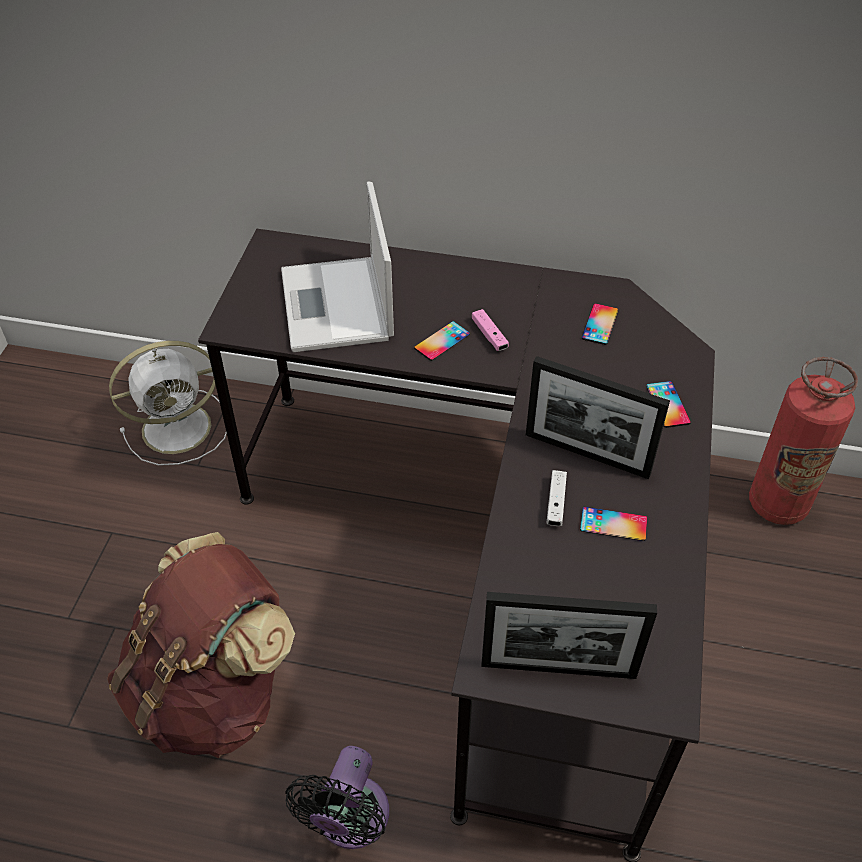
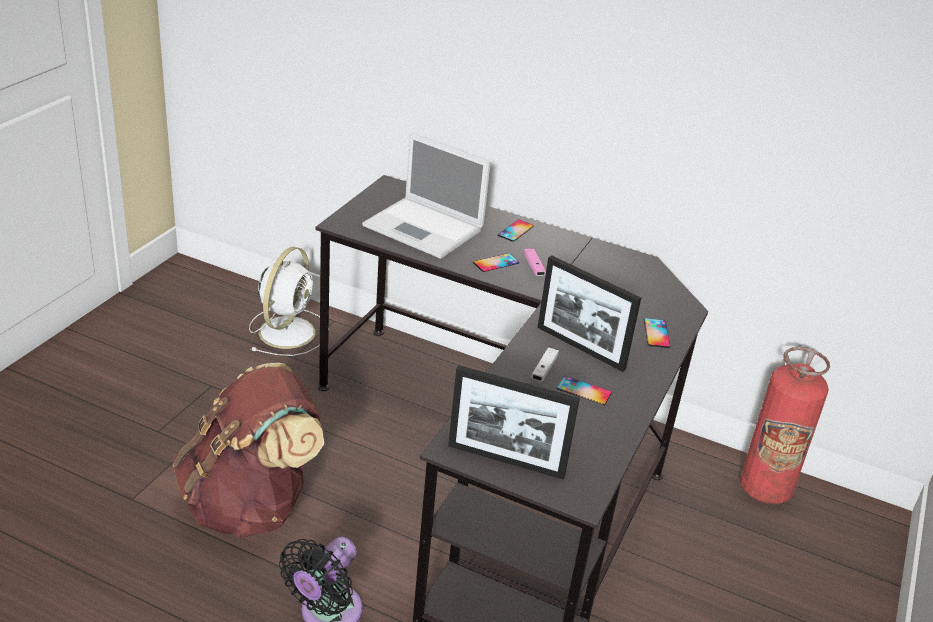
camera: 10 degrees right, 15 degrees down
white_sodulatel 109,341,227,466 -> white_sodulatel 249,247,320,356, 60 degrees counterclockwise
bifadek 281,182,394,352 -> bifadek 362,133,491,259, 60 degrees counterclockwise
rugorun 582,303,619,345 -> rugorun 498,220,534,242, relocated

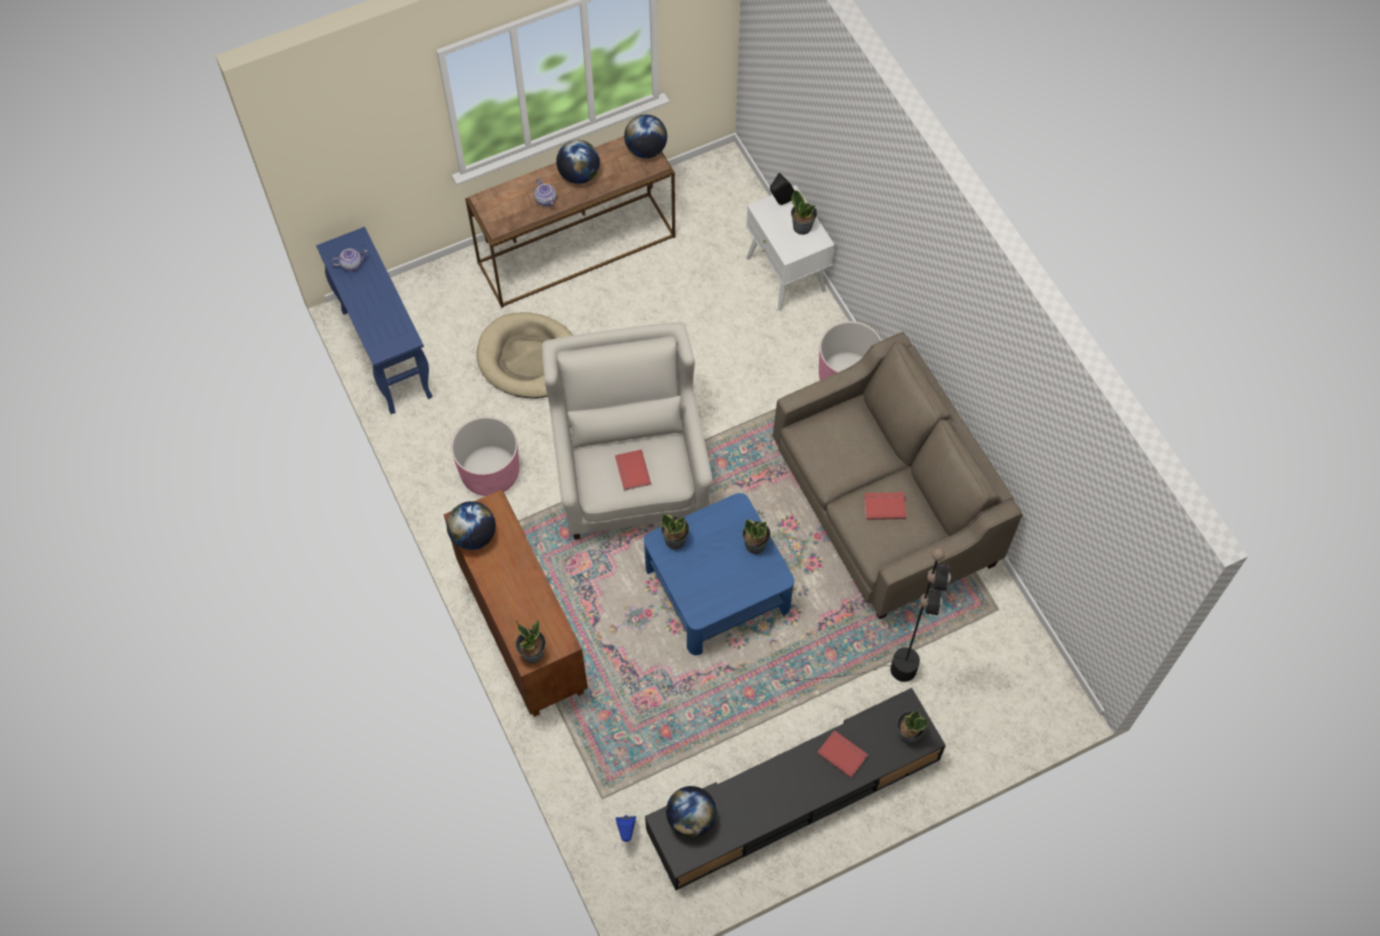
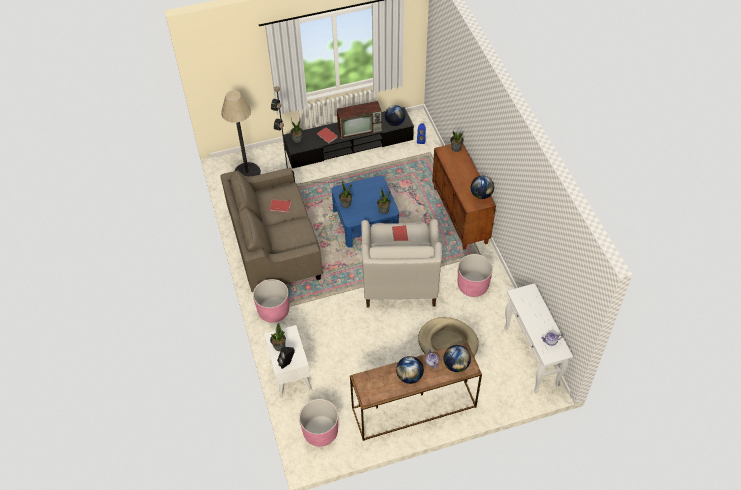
camera: 170 degrees left, 10 degrees down
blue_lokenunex 316,227,433,414 -> white_lokenunex 504,283,573,393
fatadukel 624,114,667,158 -> fatadukel 444,345,471,372, relocated
none -> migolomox 221,90,261,176
none -> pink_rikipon 299,399,338,447
none -> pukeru 337,101,382,139

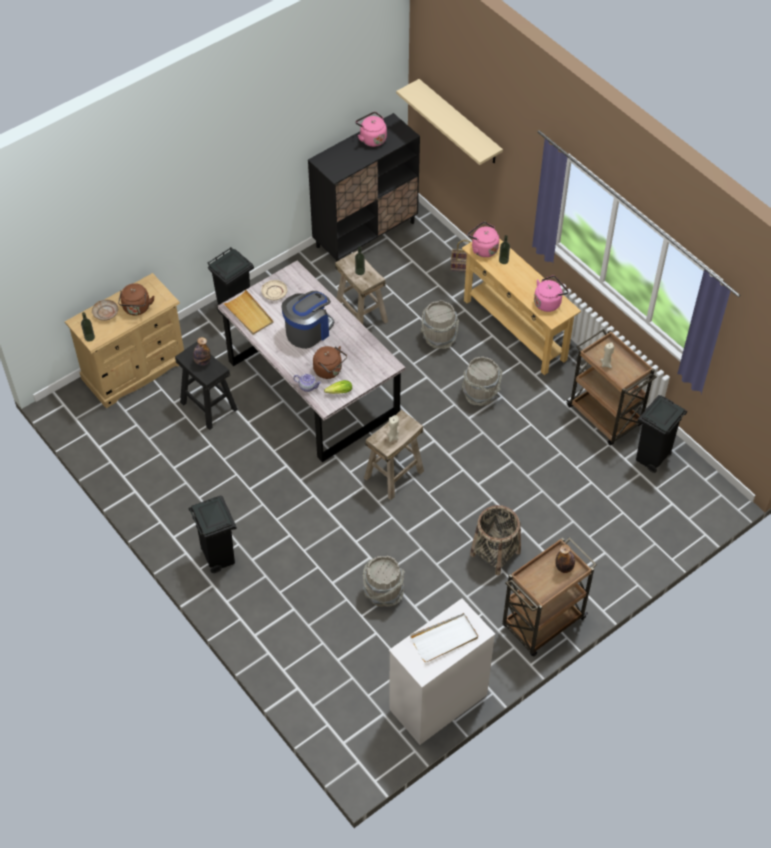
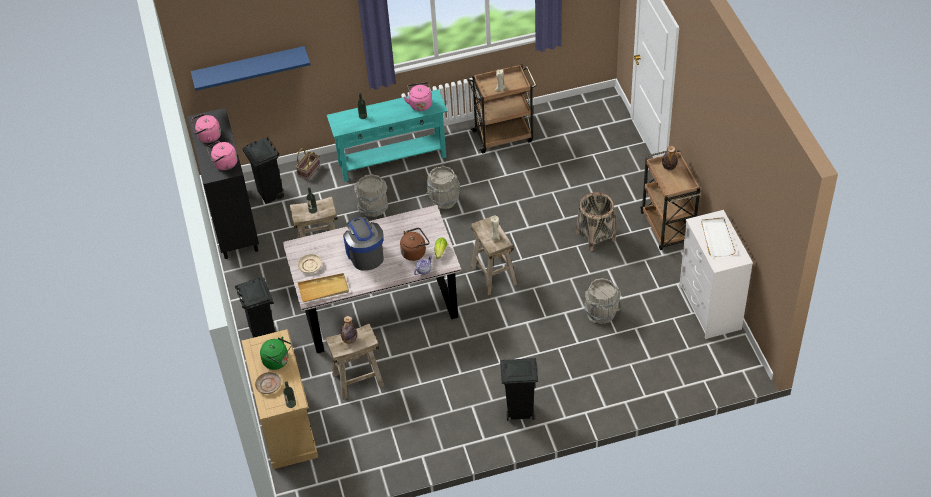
camera: 65 degrees left, 5 degrees down
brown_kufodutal 118,283,155,315 -> green_kufodutal 260,336,291,370
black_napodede 175,342,238,430 -> beige_napodede 325,323,384,400
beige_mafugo 396,79,503,165 -> blue_mafugo 191,46,310,91
beige_lokenunex 462,238,581,375 -> turquoise_lokenunex 327,89,447,182
pink_kufodutal 467,222,499,257 -> pink_kufodutal 207,141,237,170, relocated
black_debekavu 636,395,687,473 -> black_debekavu 243,137,284,204, relocated

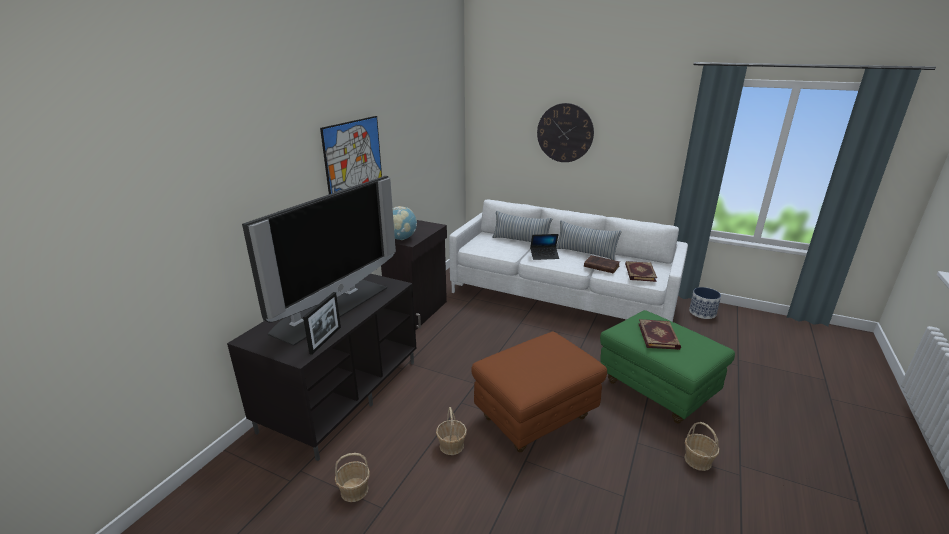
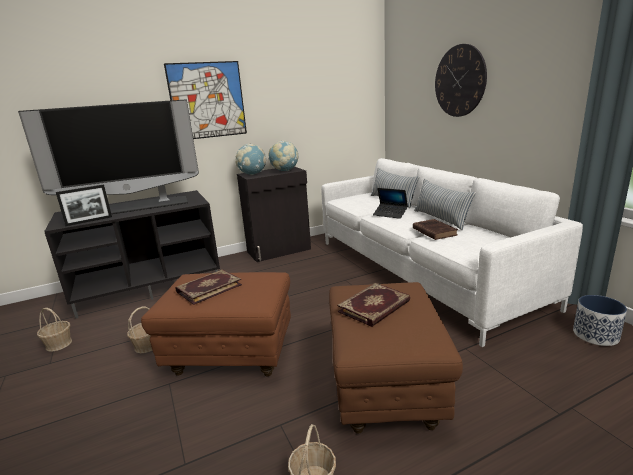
camera: 40 degrees right, 5 degrees down
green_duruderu 600,310,735,424 -> brown_duruderu 329,282,463,434
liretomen 625,261,657,282 -> liretomen 175,269,242,305, relocated
none -> fatadukel 269,140,298,171

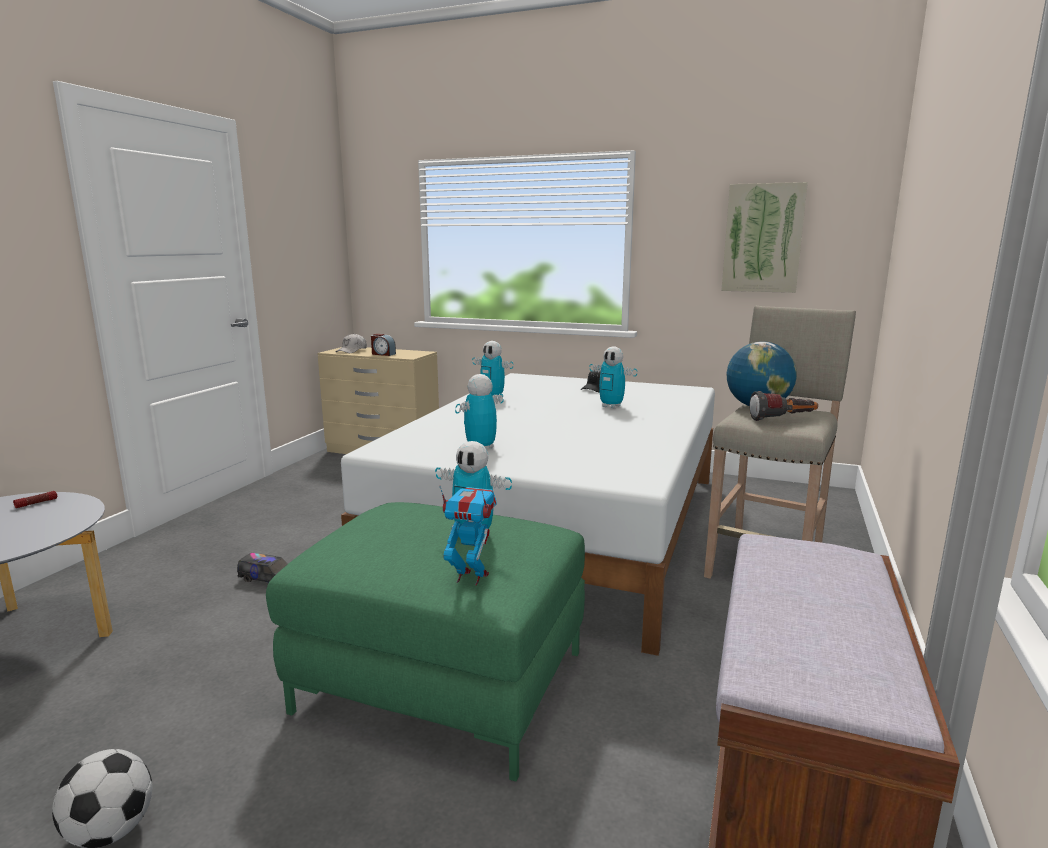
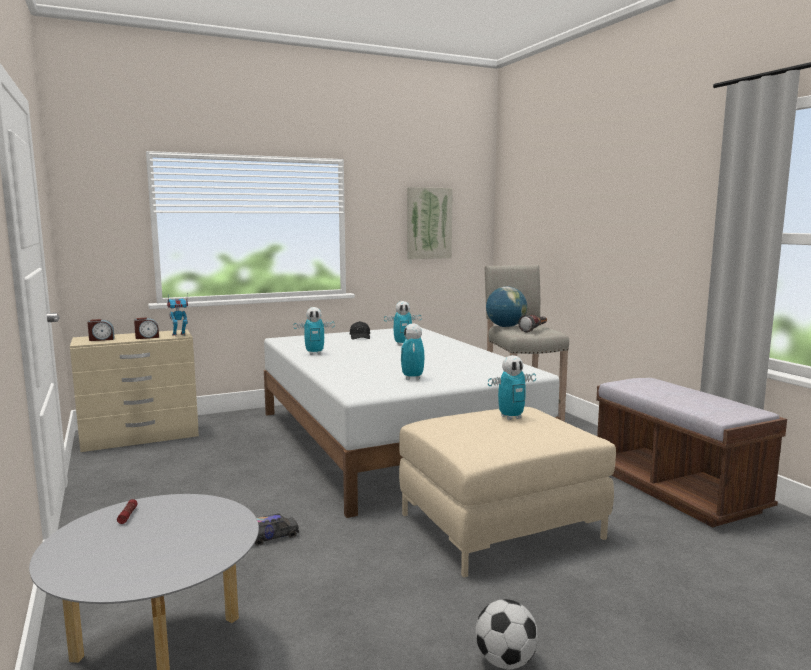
camera: 45 degrees left, 5 degrees down
green_duruderu 266,502,585,782 -> beige_duruderu 399,407,616,577
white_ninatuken 336,333,367,353 -> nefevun 87,319,115,341
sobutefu 439,486,497,585 -> sobutefu 167,298,188,336, relocated

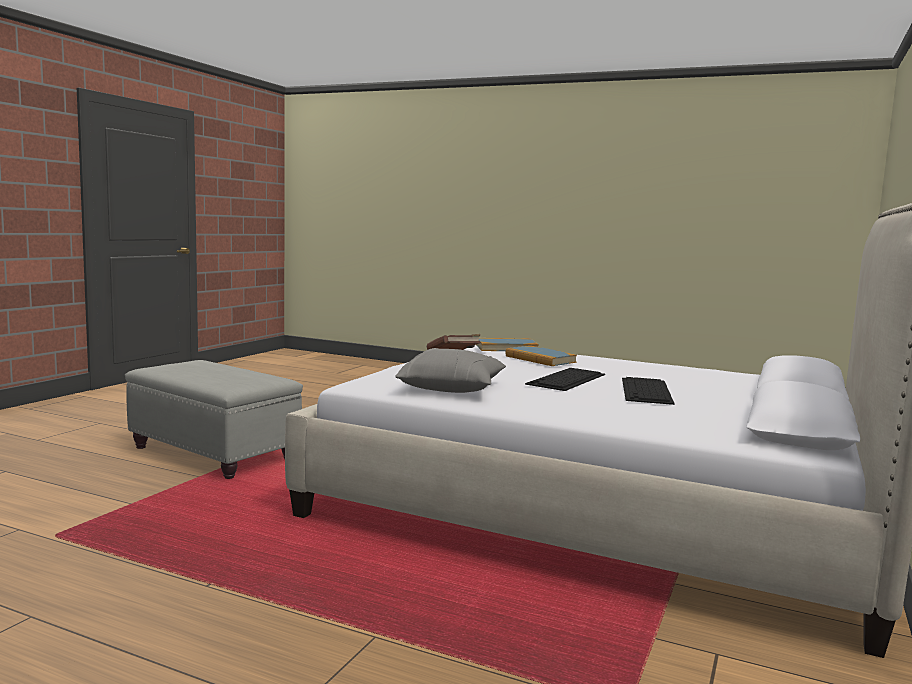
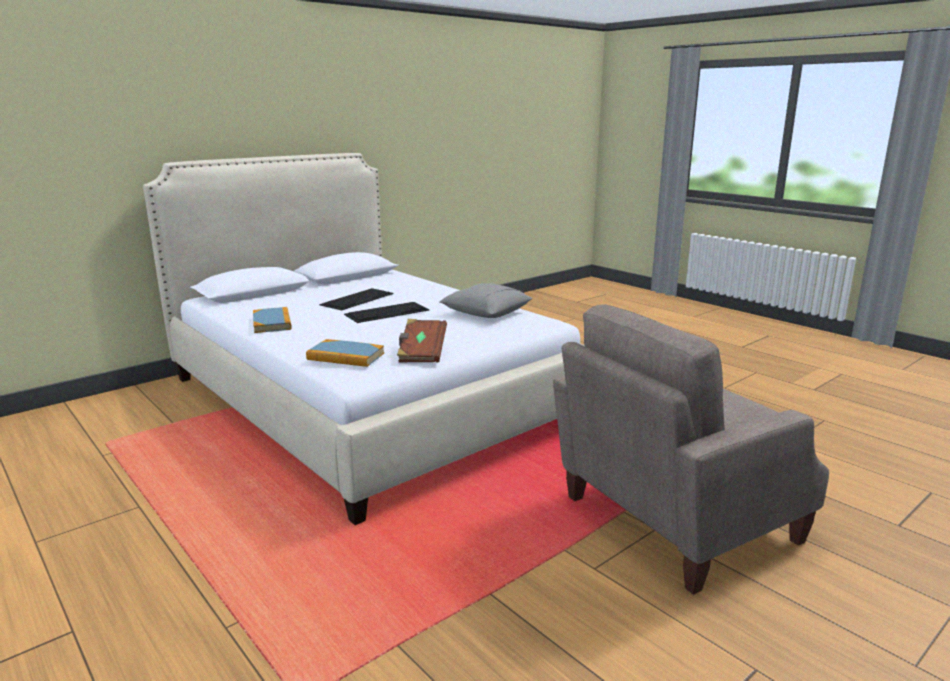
camera: 155 degrees left, 10 degrees up
grey_duruderu 125,360,303,479 -> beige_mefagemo 553,305,829,595
liretomen 506,346,577,366 -> liretomen 253,307,292,333, relocated

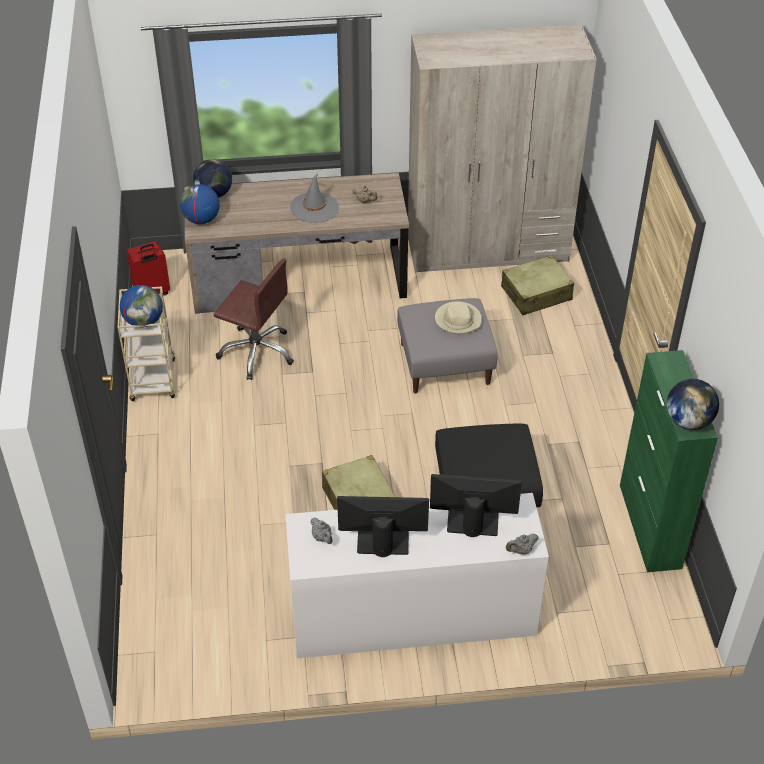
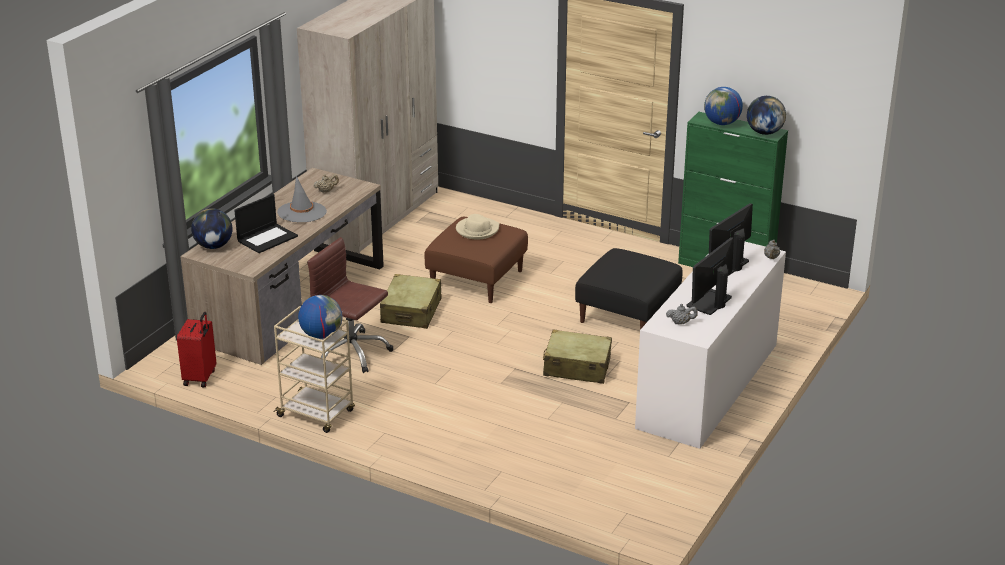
camera: 55 degrees left, 15 degrees down
fatadukel 180,184,220,224 -> fatadukel 704,87,743,125, relocated
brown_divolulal 213,258,294,380 -> brown_divolulal 307,237,393,373, 120 degrees counterclockwise
grey_duruderu 397,298,498,393 -> brown_duruderu 424,217,528,303
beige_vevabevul 501,255,574,315 -> beige_vevabevul 380,274,441,329, relocated
none -> bifadek 234,194,298,253

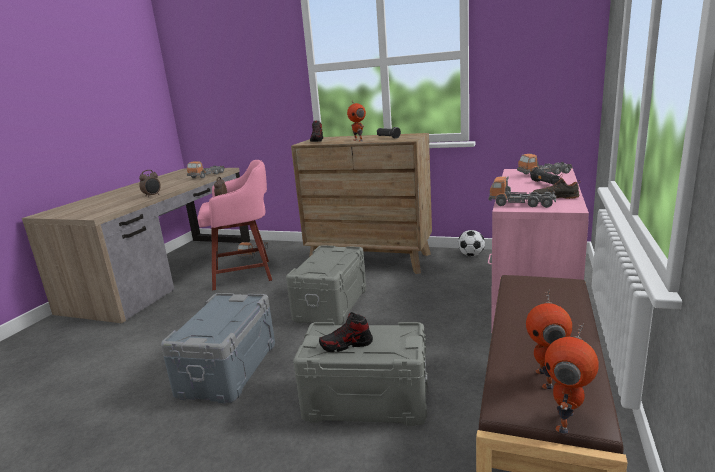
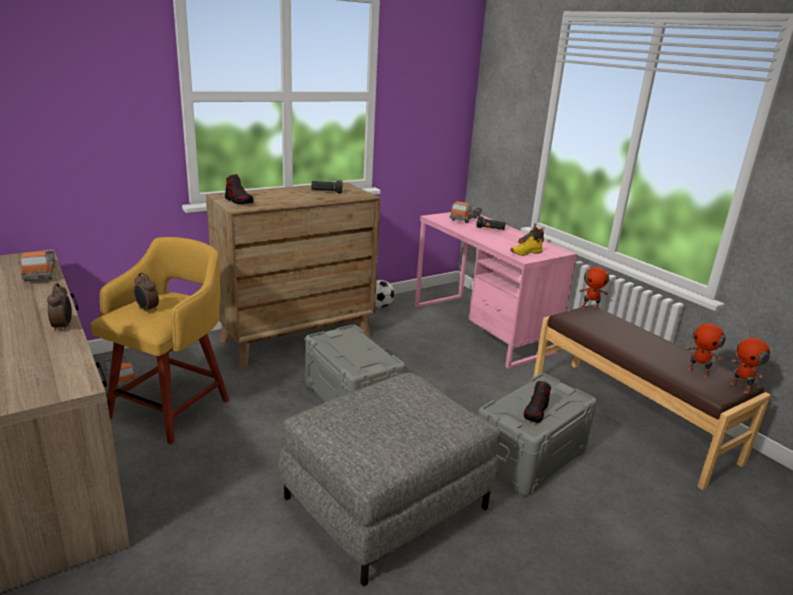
camera: 55 degrees left, 5 degrees up
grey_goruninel 161,293,275,403 -> grey_duruderu 278,373,501,587
pink_napodede 197,160,272,290 -> yellow_napodede 91,237,229,444
sobutefu 347,101,366,141 -> sobutefu 579,263,609,310, relocated
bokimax 488,177,556,208 -> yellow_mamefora 510,233,543,256

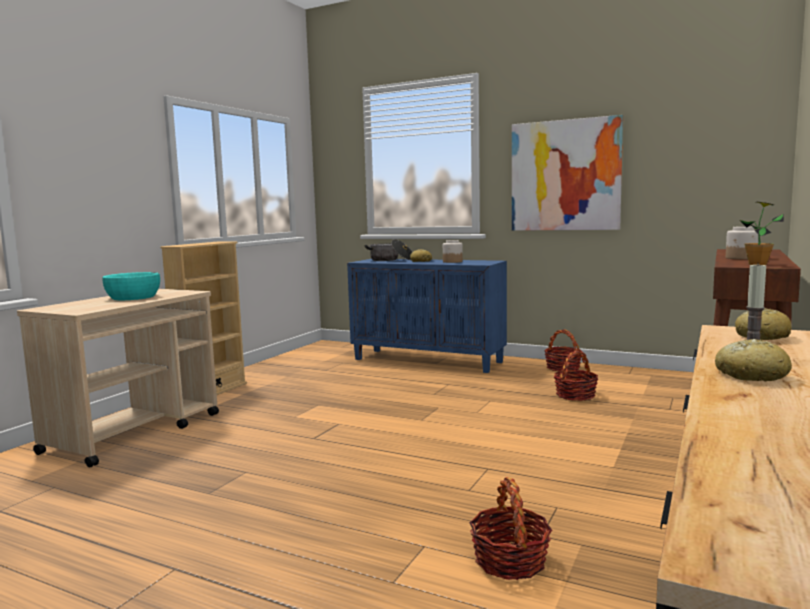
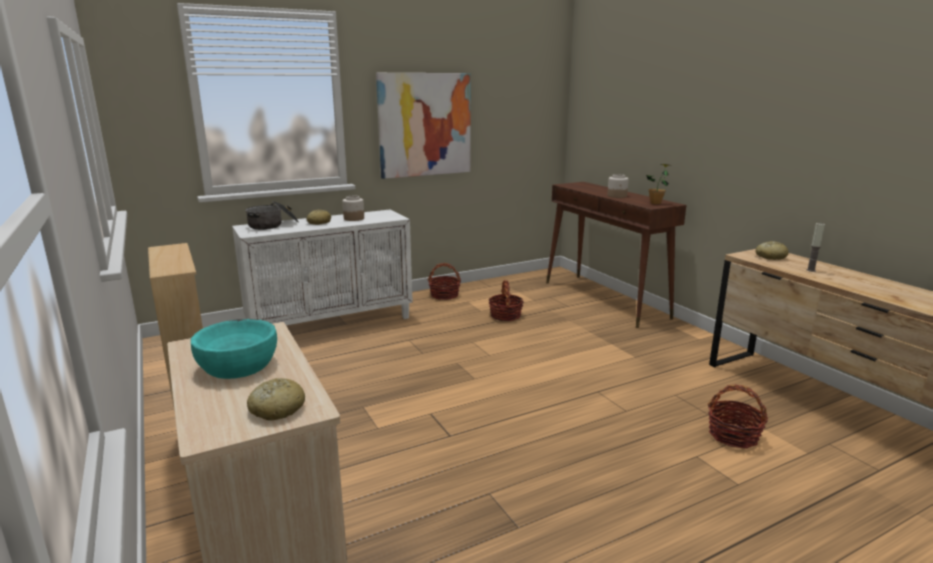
camera: 55 degrees left, 10 degrees up
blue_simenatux 347,259,507,373 -> white_simenatux 232,209,413,325
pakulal 715,339,792,381 -> pakulal 247,378,305,420, relocated

